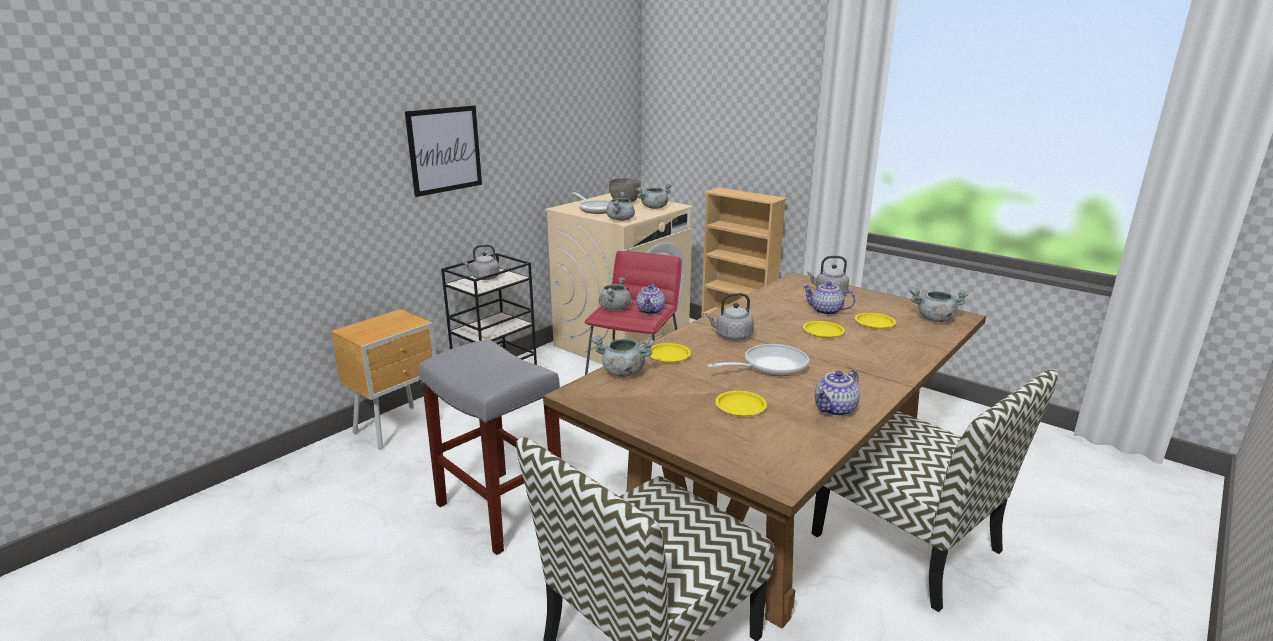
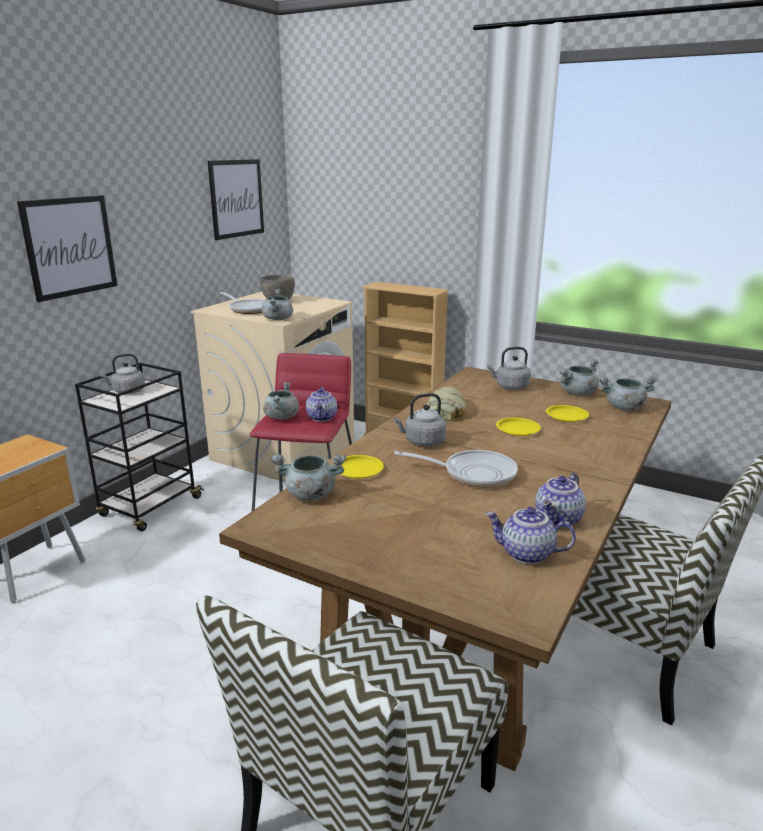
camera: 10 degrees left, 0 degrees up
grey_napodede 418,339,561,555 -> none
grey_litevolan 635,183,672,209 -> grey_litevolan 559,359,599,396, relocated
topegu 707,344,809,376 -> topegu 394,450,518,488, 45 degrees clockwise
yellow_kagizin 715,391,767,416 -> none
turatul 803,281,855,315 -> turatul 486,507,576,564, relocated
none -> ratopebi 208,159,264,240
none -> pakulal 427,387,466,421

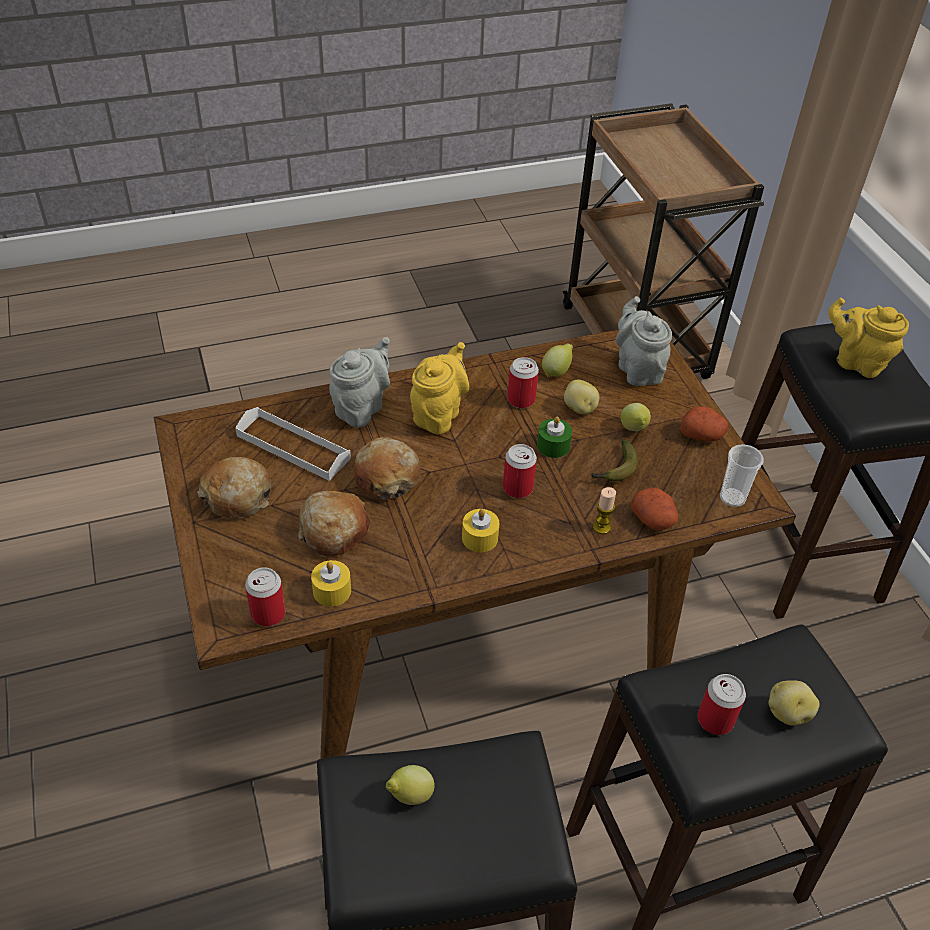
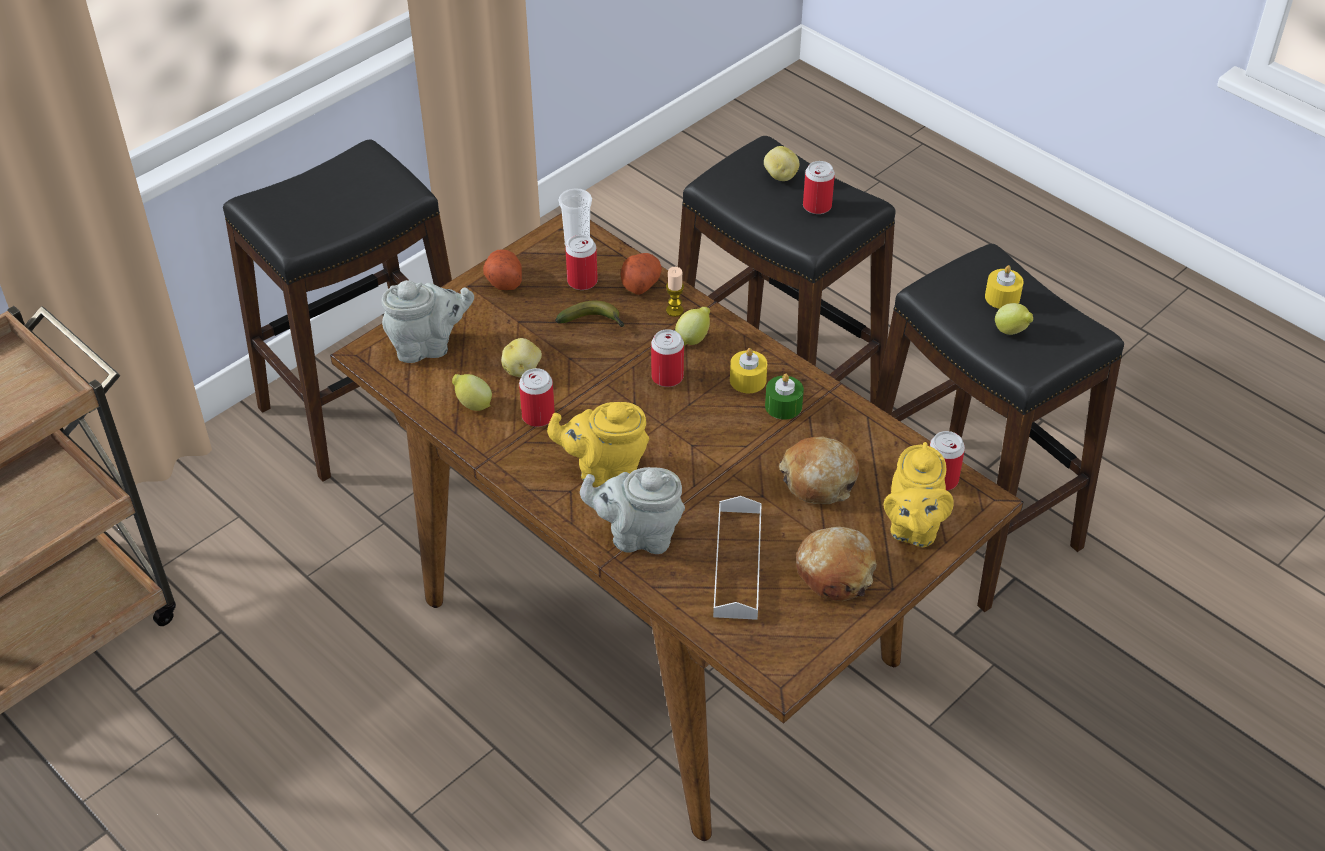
camera: 115 degrees left, 0 degrees up
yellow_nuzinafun 311,560,351,607 -> yellow_nuzinafun 985,265,1023,309, relocated
pakulal 354,437,421,500 -> none
green_nuzinafun 537,417,572,458 -> green_nuzinafun 765,374,804,420, relocated
grey_turatul 615,296,672,386 -> grey_turatul 381,280,474,363, 150 degrees counterclockwise
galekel 621,403,651,431 -> galekel 675,307,710,346, relocated
yellow_turatul 828,297,909,378 -> yellow_turatul 884,442,953,547, relocated
none -> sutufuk 566,235,598,290

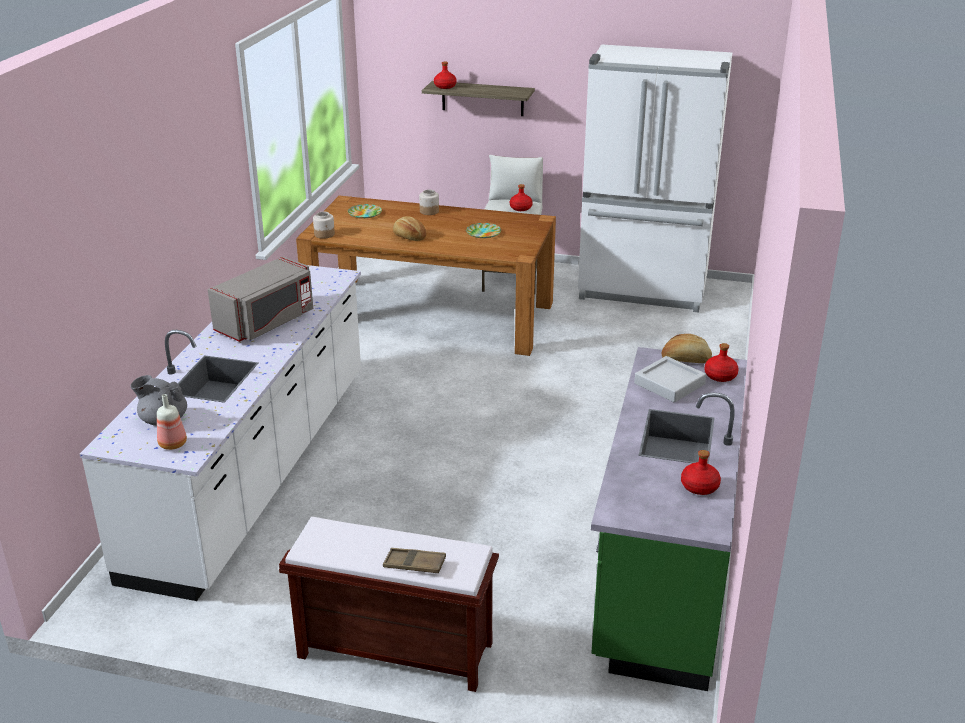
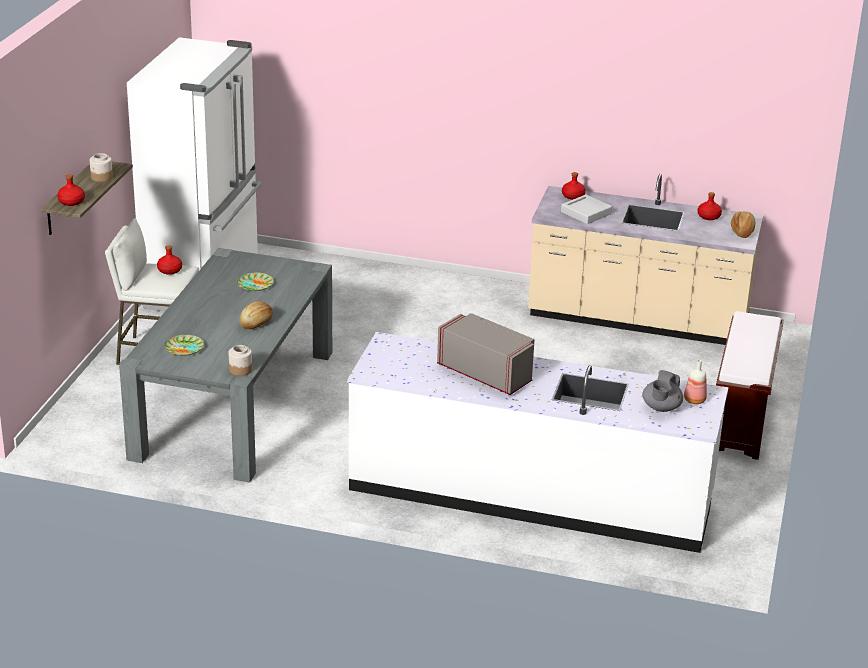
camera: 90 degrees left, 0 degrees up
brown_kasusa 296,195,556,356 -> grey_kasusa 119,248,332,483
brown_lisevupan 383,548,446,573 -> none
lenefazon 419,190,439,215 -> lenefazon 90,153,113,182, relocated
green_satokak 591,347,747,691 -> beige_satokak 528,174,764,345
pakulal 662,334,712,363 -> pakulal 731,211,755,238, relocated

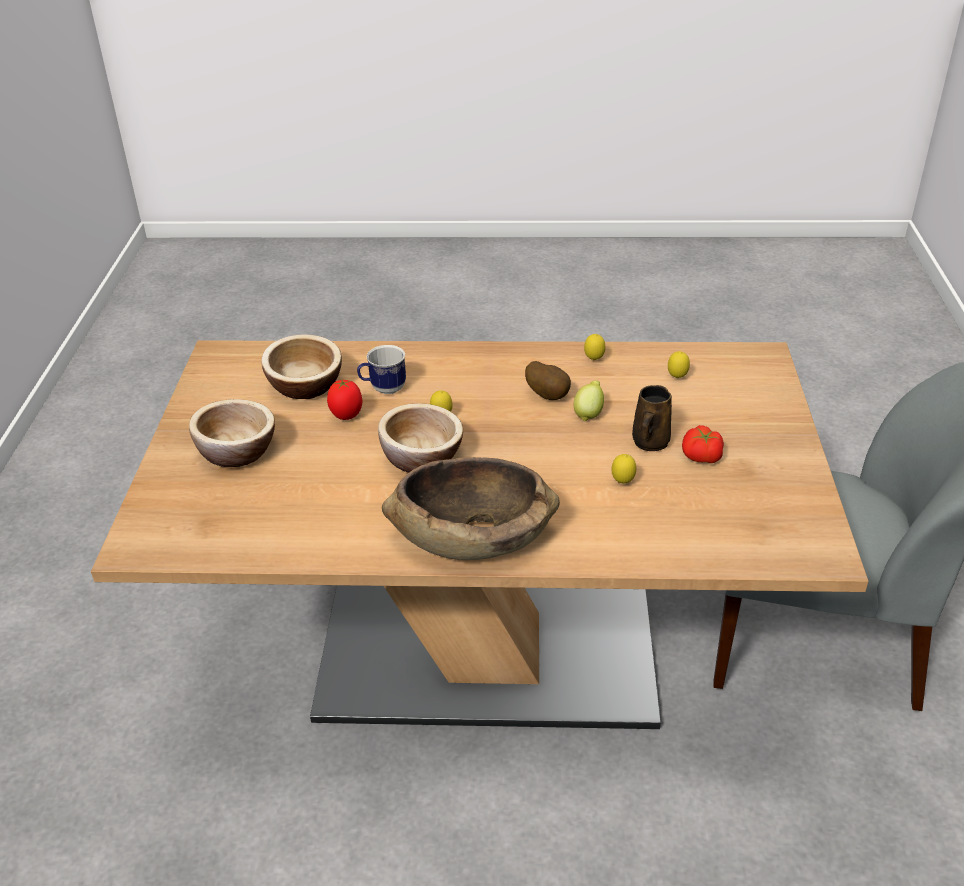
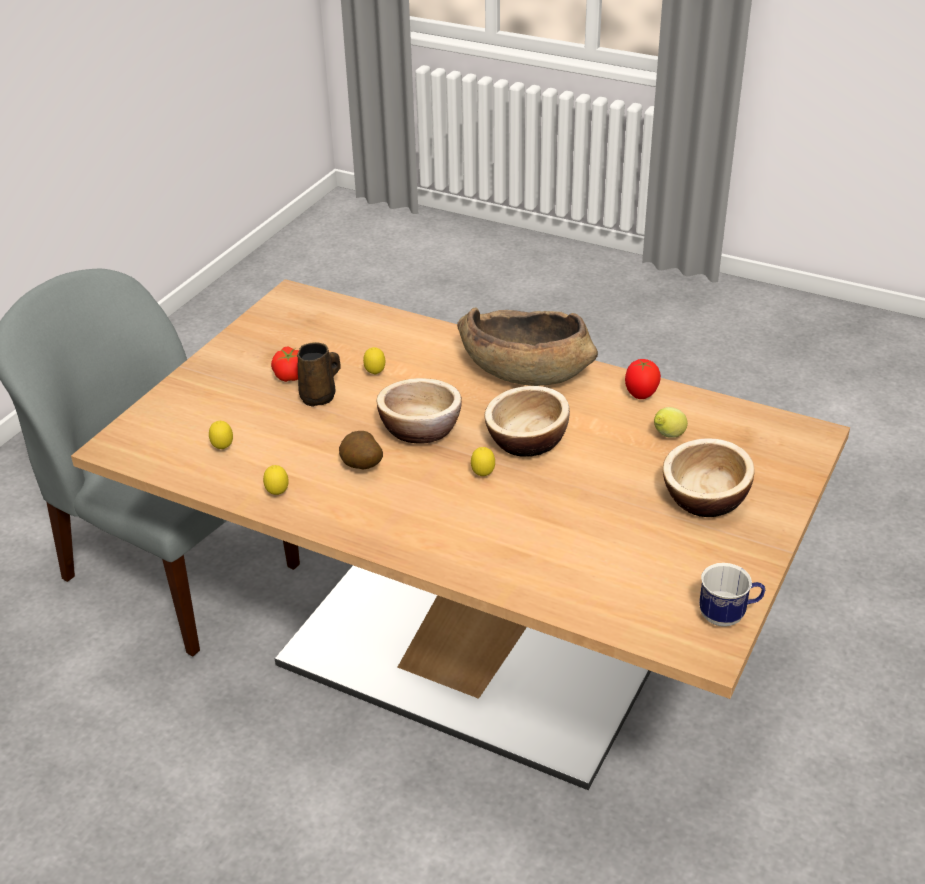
camera: 155 degrees left, 0 degrees up
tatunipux 261,335,342,399 -> tatunipux 377,378,462,444, relocated
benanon 327,380,362,420 -> benanon 625,359,661,399, relocated
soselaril 357,345,406,394 -> soselaril 699,563,765,627, relocated
galekel 574,380,604,421 -> galekel 654,407,688,438, relocated

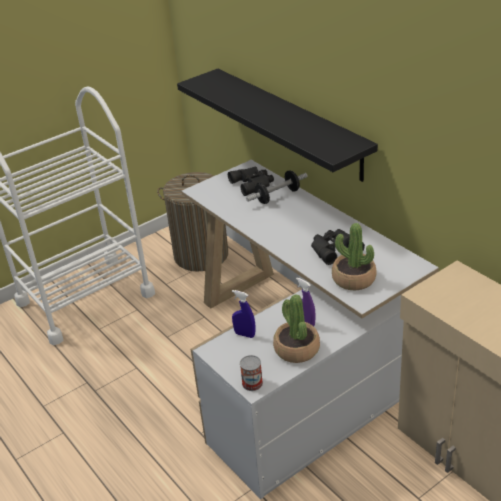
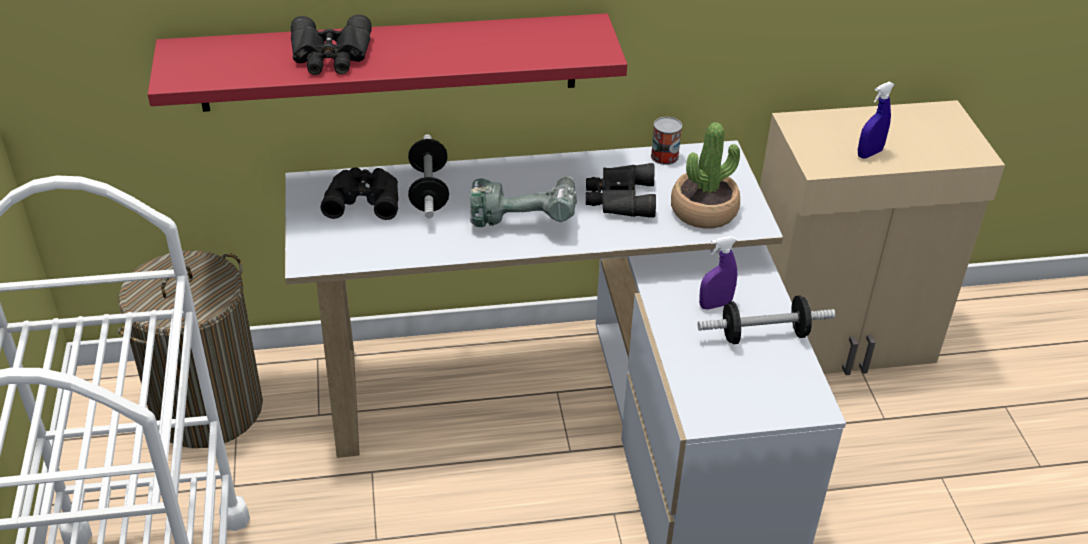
camera: 65 degrees left, 5 degrees up
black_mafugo 177,69,378,182 -> red_mafugo 148,13,627,112
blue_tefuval 232,290,255,338 -> blue_tefuval 858,81,895,159, relocated
sutufuk 240,355,263,391 -> sutufuk 651,117,682,165, relocated
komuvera 273,294,320,363 -> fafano 698,295,836,344
none -> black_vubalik 291,14,372,75
none -> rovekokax 470,176,577,227

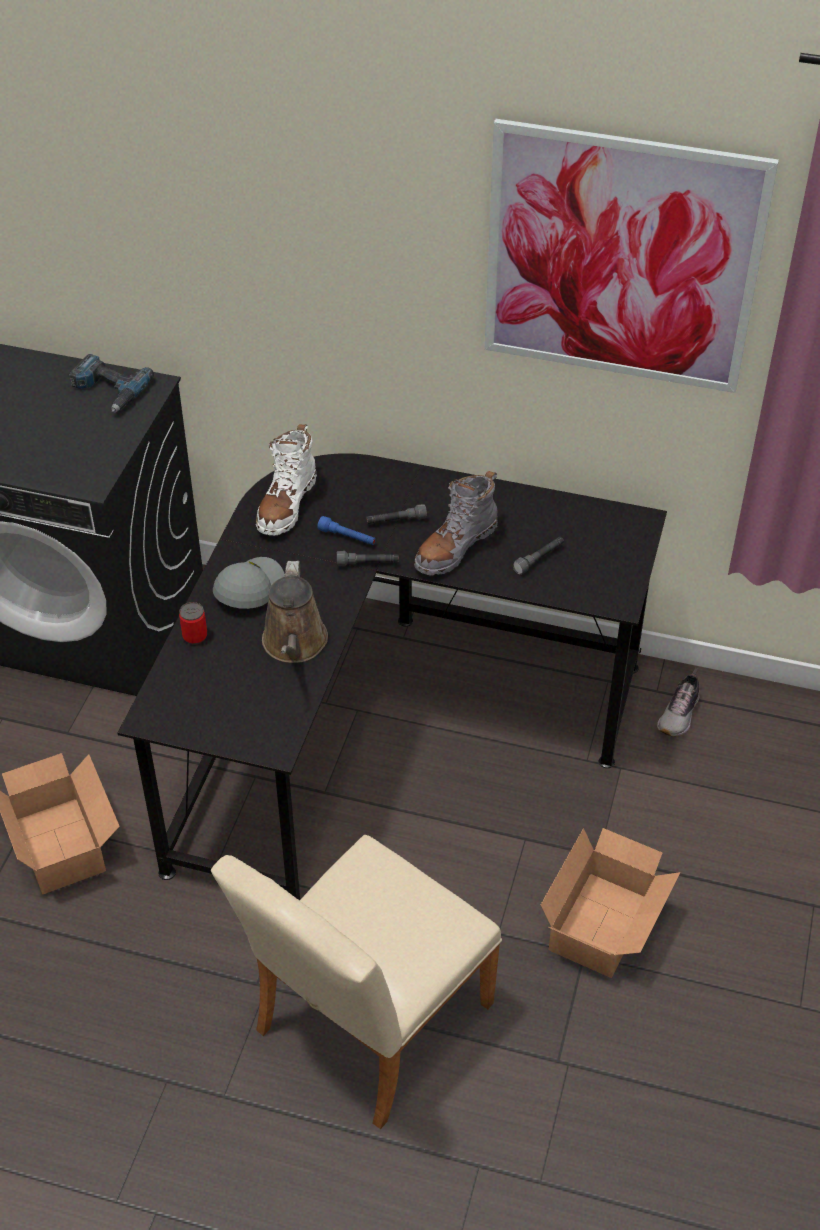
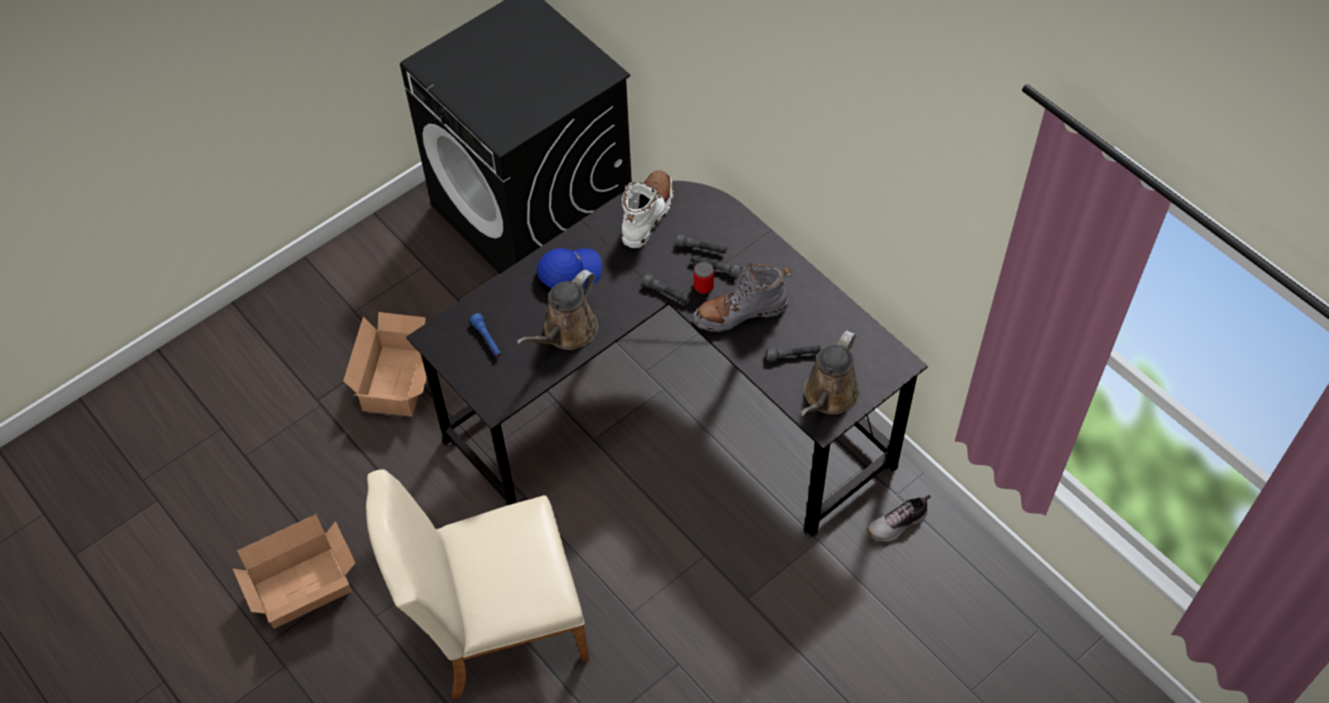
camera: 35 degrees right, 10 degrees up
rovekokax 69,354,154,412 -> none
sutufuk 179,602,207,644 -> sutufuk 694,261,714,294, relocated
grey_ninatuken 213,557,285,609 -> blue_ninatuken 537,248,602,288
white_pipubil 256,424,317,535 -> white_pipubil 622,170,674,248, 150 degrees clockwise
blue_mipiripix 317,516,376,545 -> blue_mipiripix 470,313,502,357, relocated
ratopebi 484,119,779,393 -> none
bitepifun 541,828,680,978 -> bitepifun 233,514,355,629, relocated
none -> grey_mipiripix 676,234,727,254
none -> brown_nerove 800,330,860,416

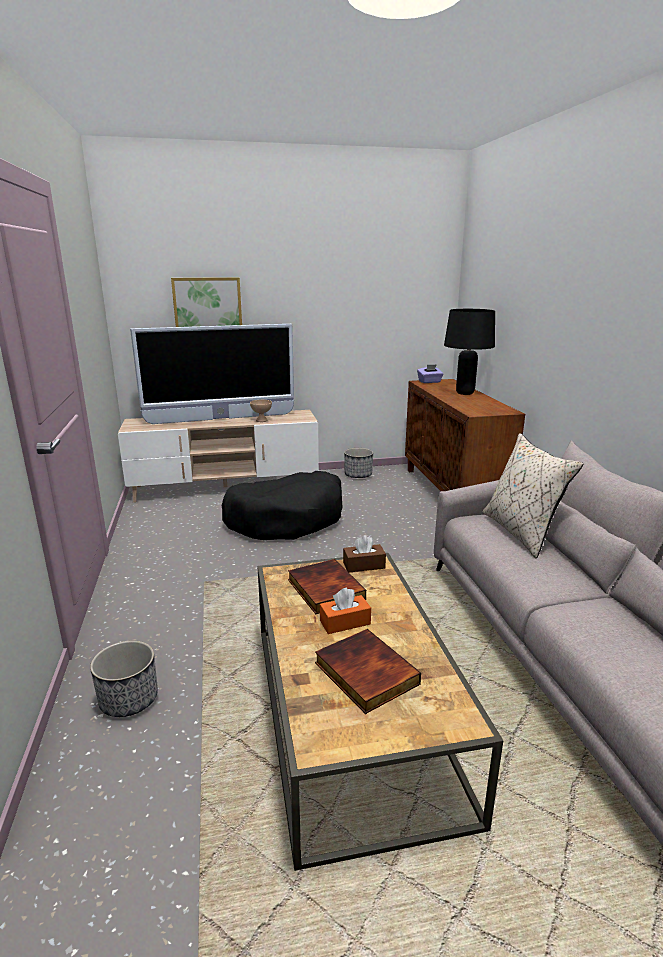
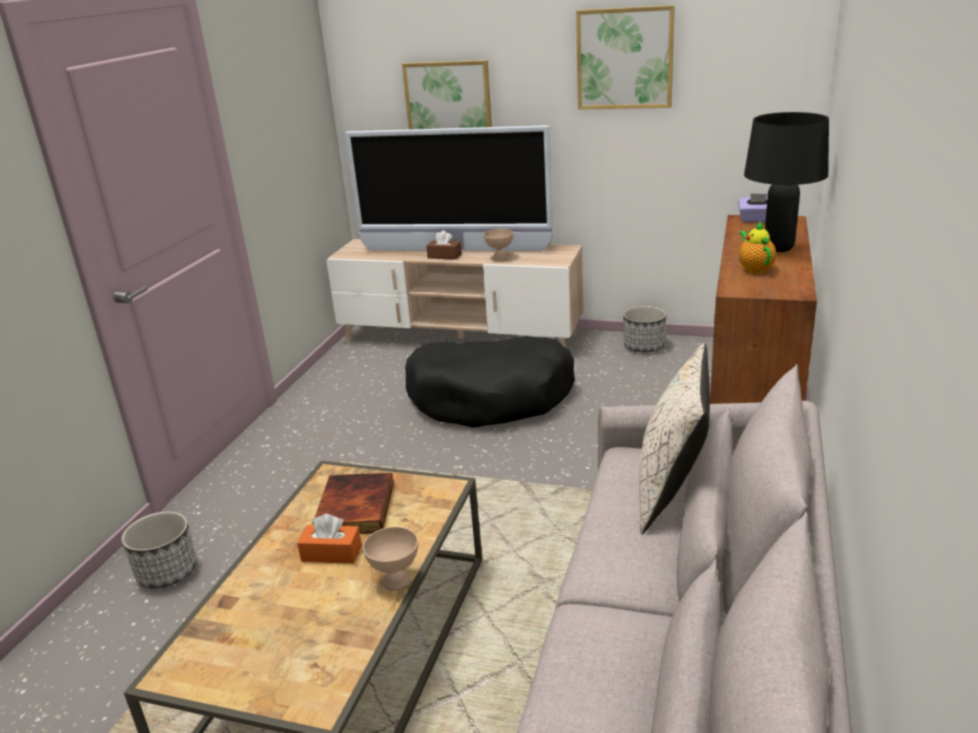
camera: 30 degrees right, 5 degrees up
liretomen 315,629,421,714 -> none
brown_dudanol 343,535,386,572 -> brown_dudanol 426,230,462,260, relocated
none -> beige_tatunipux 363,527,418,591
none -> ratopebi 576,5,675,110
none -> turatul 739,221,776,274

